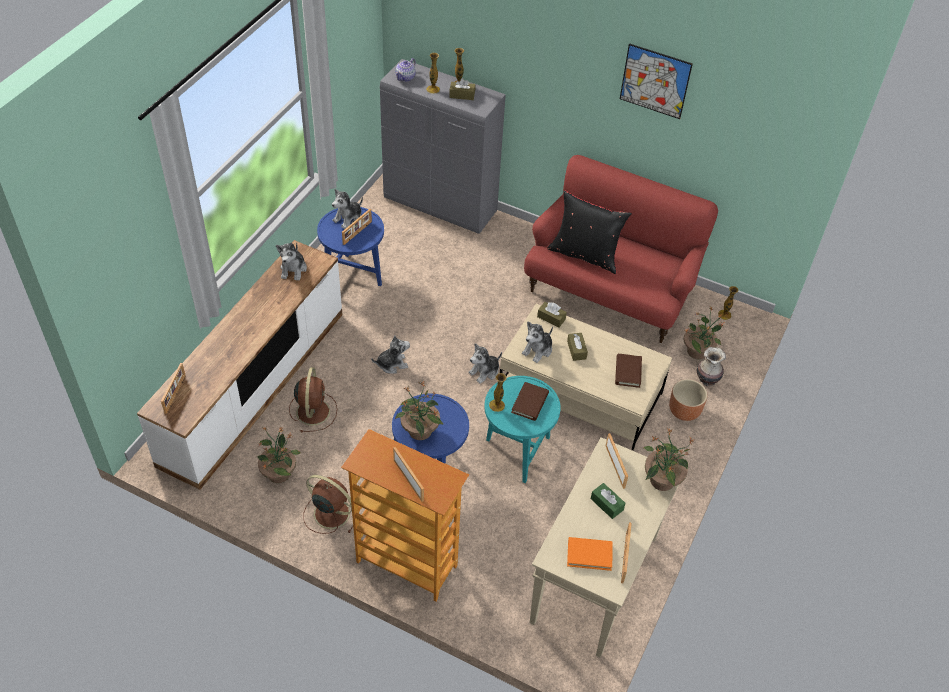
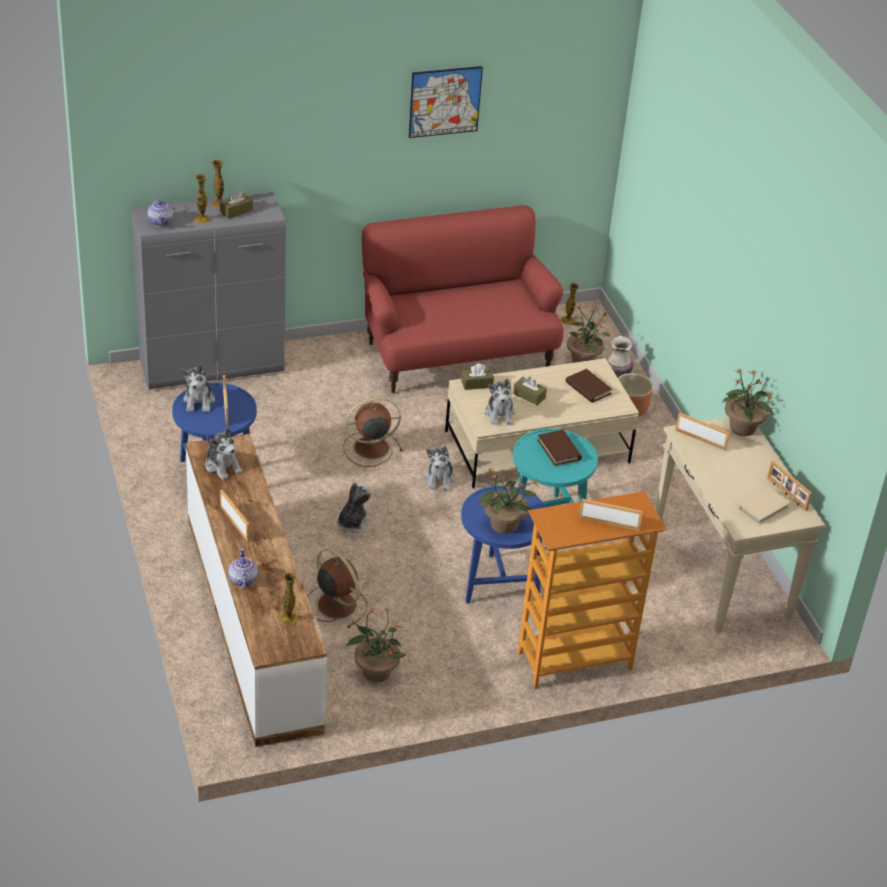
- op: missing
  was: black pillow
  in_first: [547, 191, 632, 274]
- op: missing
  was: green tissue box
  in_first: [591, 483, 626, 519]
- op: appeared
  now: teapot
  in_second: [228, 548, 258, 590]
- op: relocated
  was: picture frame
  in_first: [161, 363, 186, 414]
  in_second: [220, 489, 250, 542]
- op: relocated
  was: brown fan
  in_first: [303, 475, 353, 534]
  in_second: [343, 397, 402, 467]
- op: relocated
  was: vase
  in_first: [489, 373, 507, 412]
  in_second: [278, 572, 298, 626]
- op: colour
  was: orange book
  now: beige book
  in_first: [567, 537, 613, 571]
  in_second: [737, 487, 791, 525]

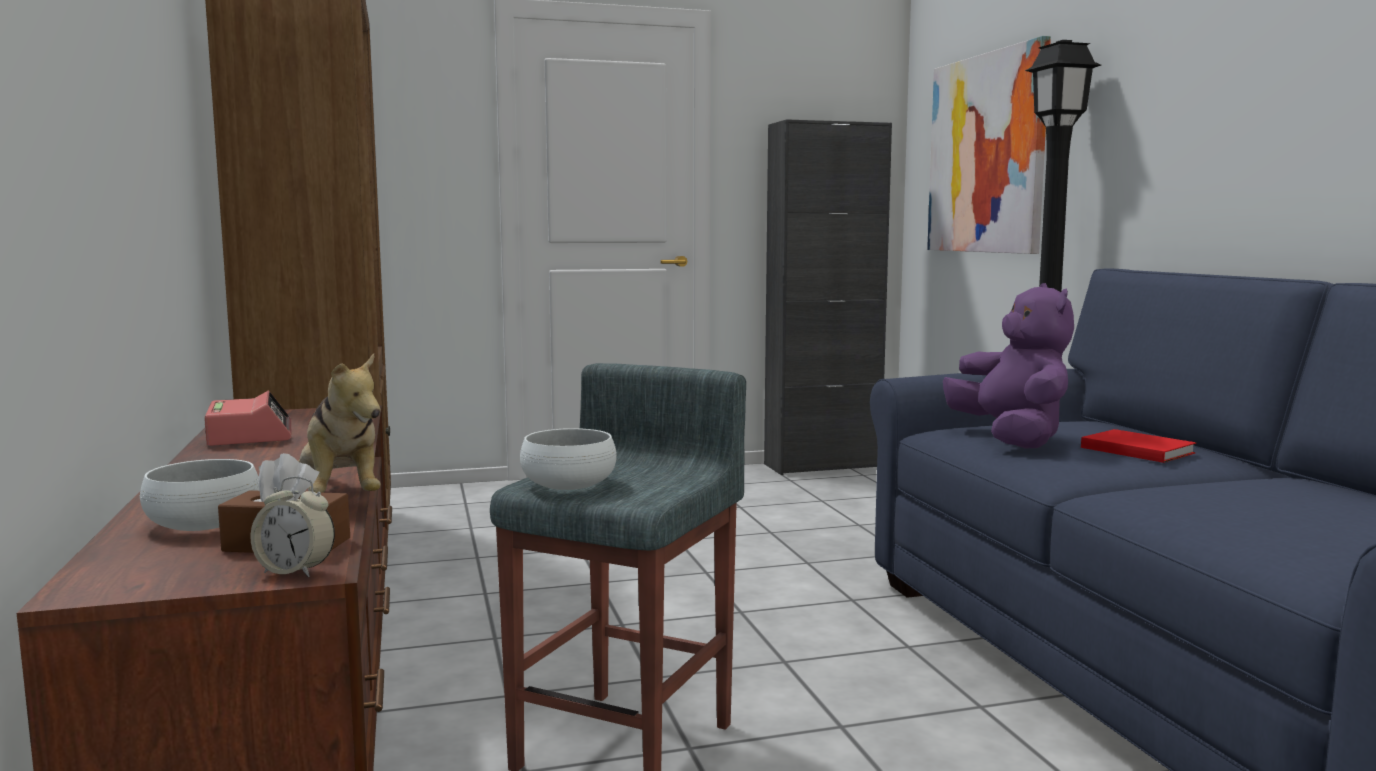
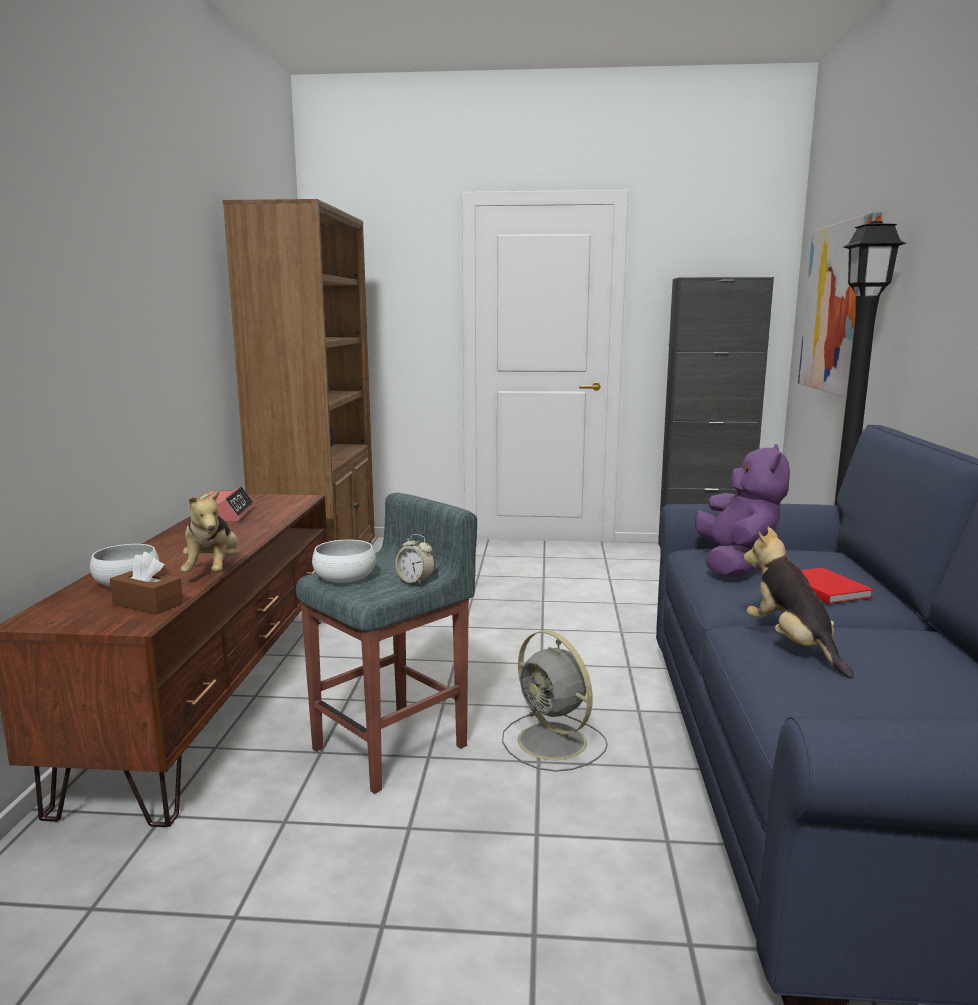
- op: appeared
  now: grey fan
  in_second: [502, 630, 608, 772]
- op: appeared
  now: plush toy
  in_second: [744, 527, 853, 678]
- op: relocated
  was: alarm clock
  in_first: [250, 476, 335, 577]
  in_second: [395, 534, 435, 585]

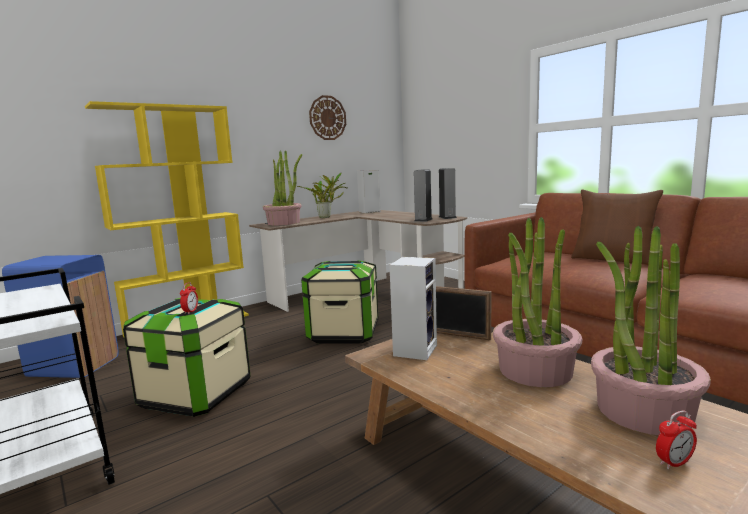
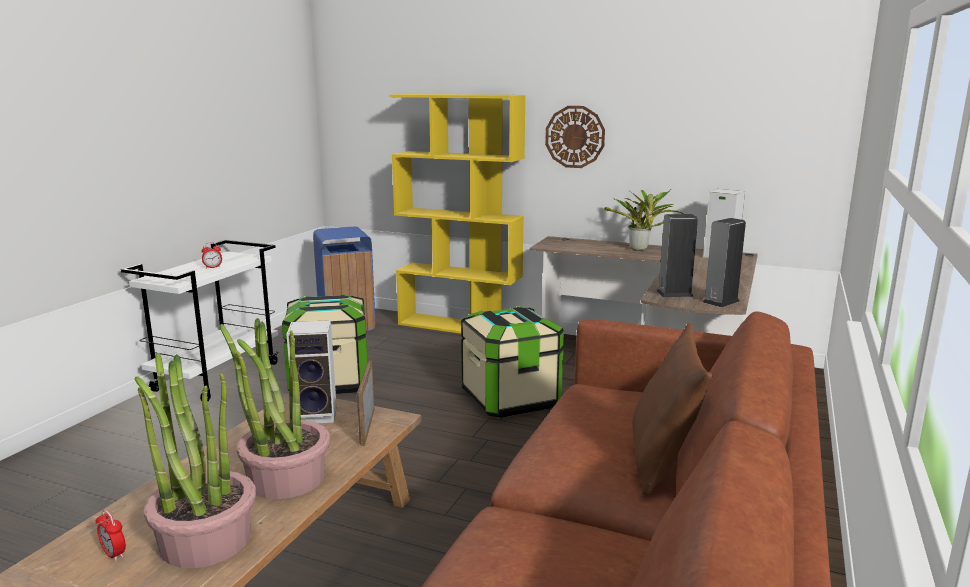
- op: missing
  was: potted plant
  in_first: [263, 150, 302, 225]
- op: relocated
  was: alarm clock
  in_first: [180, 282, 198, 314]
  in_second: [201, 243, 222, 269]
- op: relocated
  was: wall clock
  in_first: [309, 95, 346, 140]
  in_second: [545, 106, 605, 168]

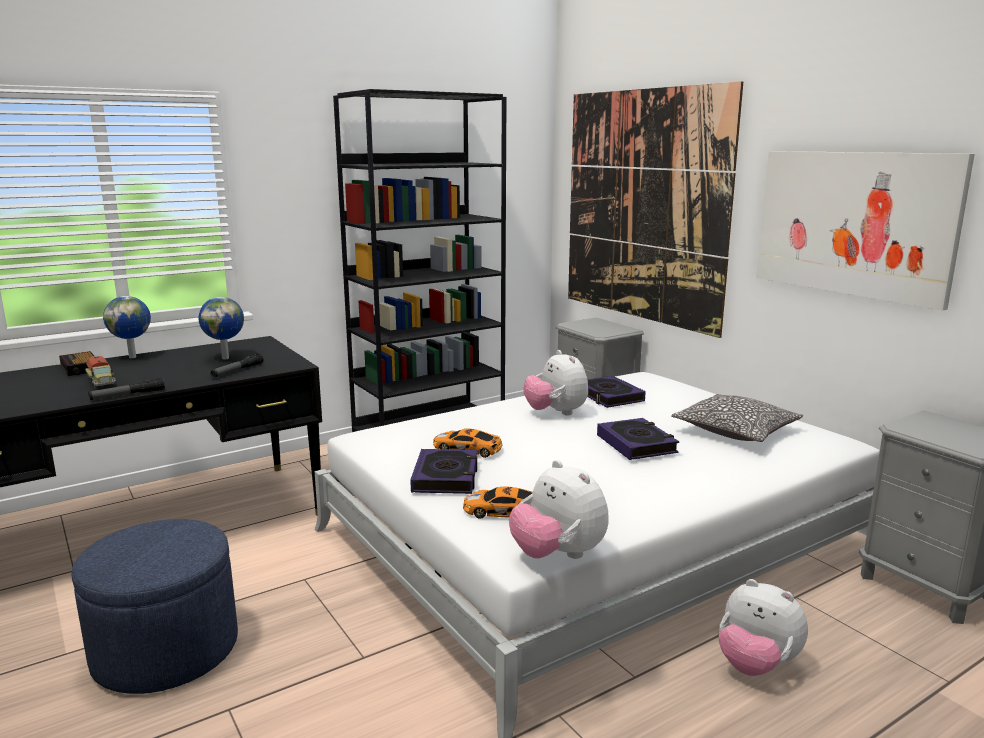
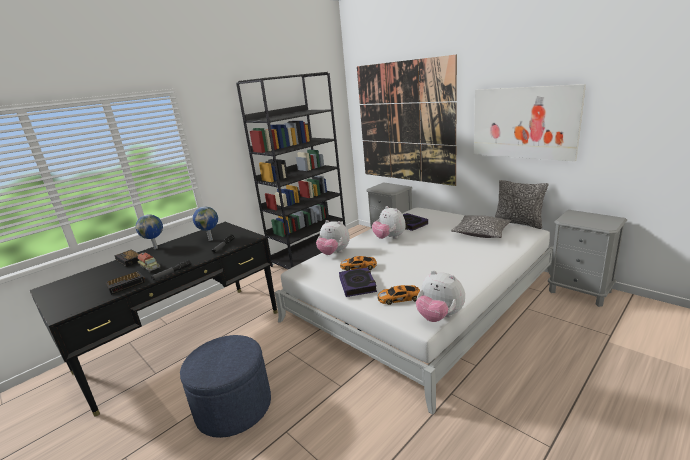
- op: missing
  was: book
  in_first: [597, 418, 679, 460]
- op: appeared
  now: alarm clock
  in_second: [106, 271, 145, 295]
- op: appeared
  now: pillow
  in_second: [495, 180, 549, 229]
- op: relocated
  was: plush toy
  in_first: [719, 579, 808, 676]
  in_second: [316, 220, 350, 255]

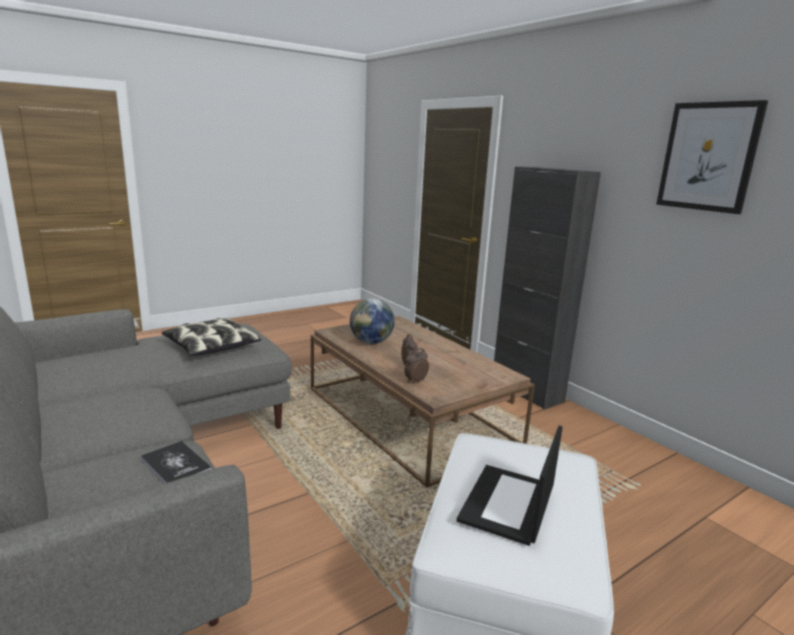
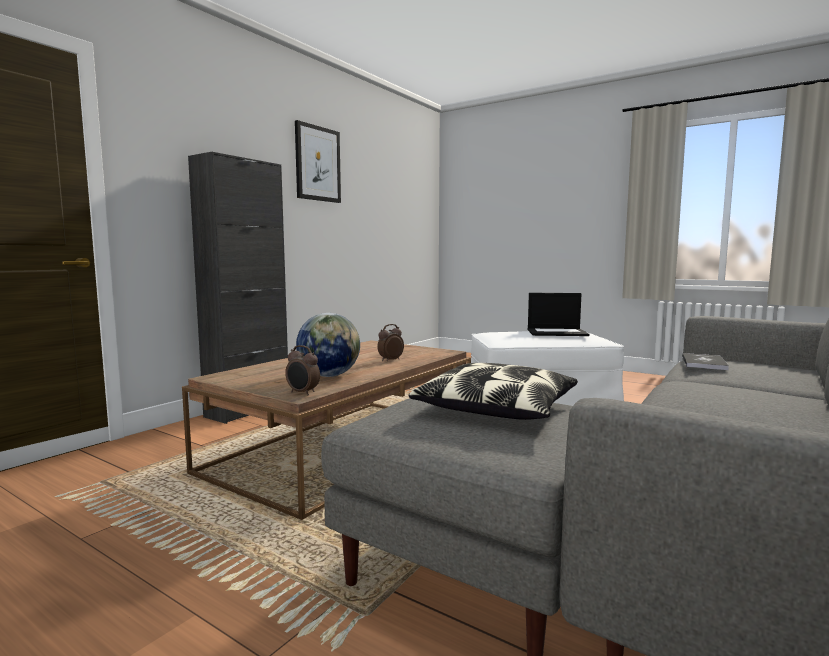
- op: relocated
  was: alarm clock
  in_first: [404, 348, 429, 384]
  in_second: [285, 345, 320, 395]

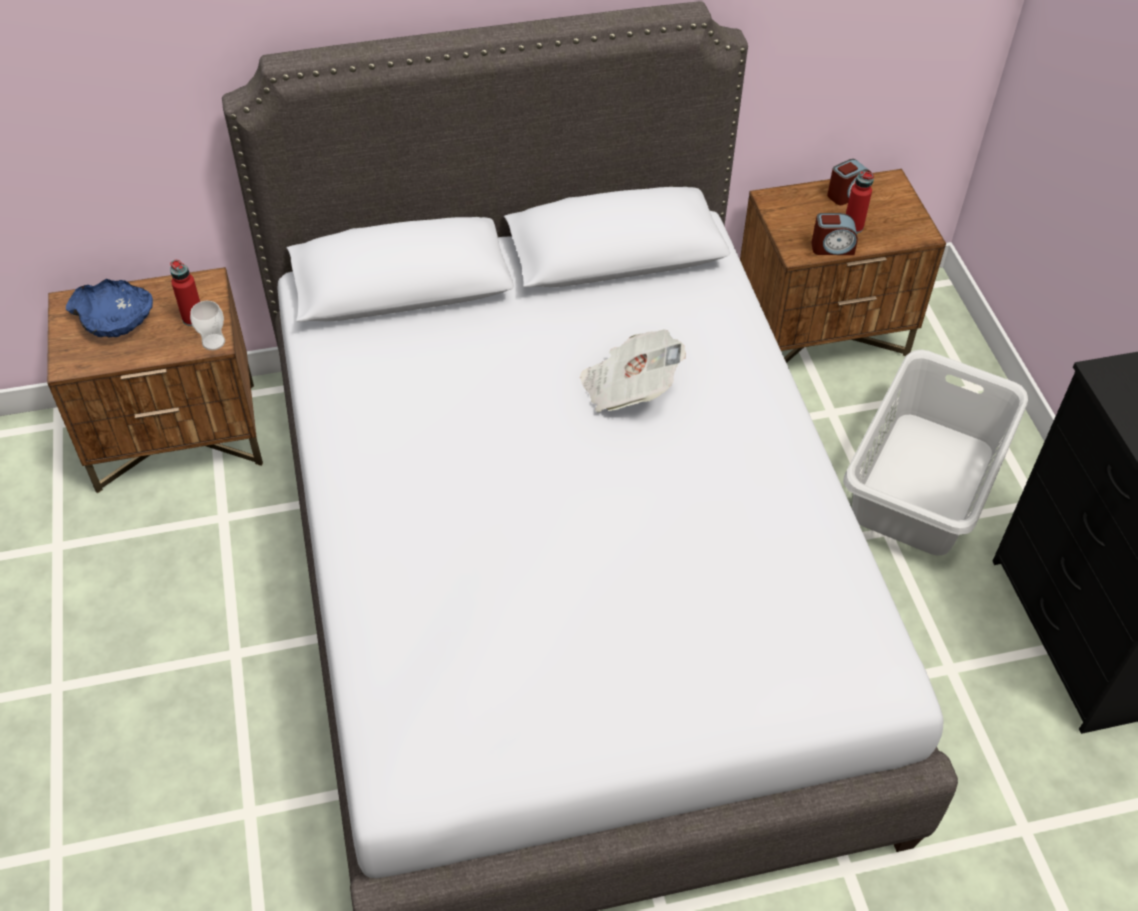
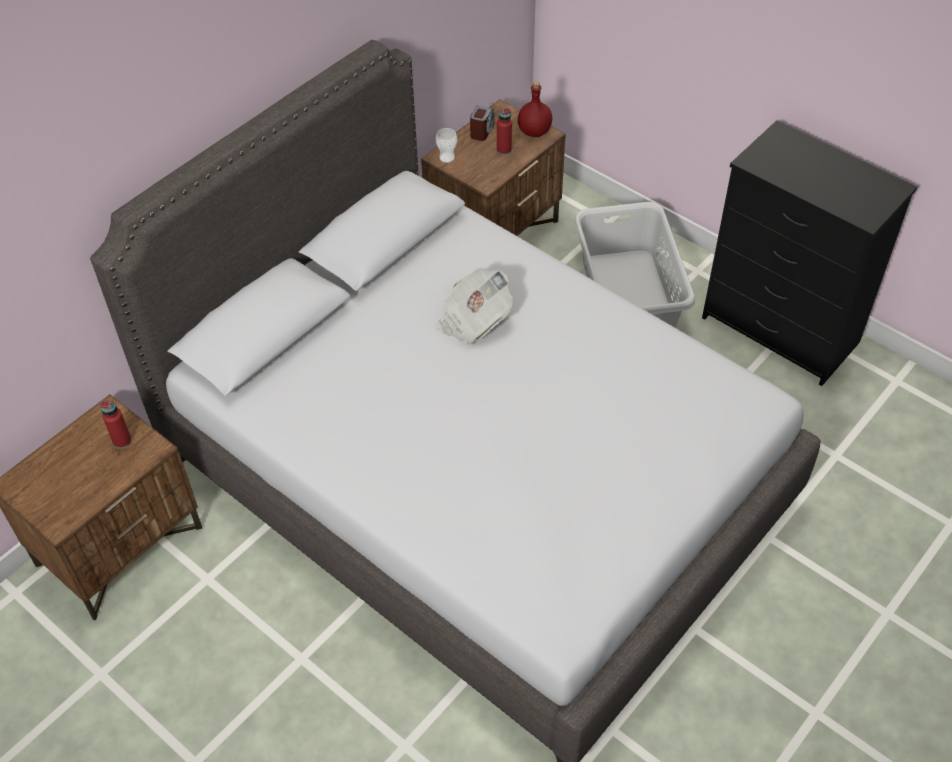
- op: missing
  was: blue bowl
  in_first: [66, 279, 153, 337]
- op: missing
  was: alarm clock
  in_first: [812, 213, 858, 255]
- op: appeared
  now: red bottle
  in_second: [518, 81, 552, 137]
- op: relocated
  was: cup
  in_first: [190, 301, 225, 350]
  in_second: [436, 128, 457, 163]

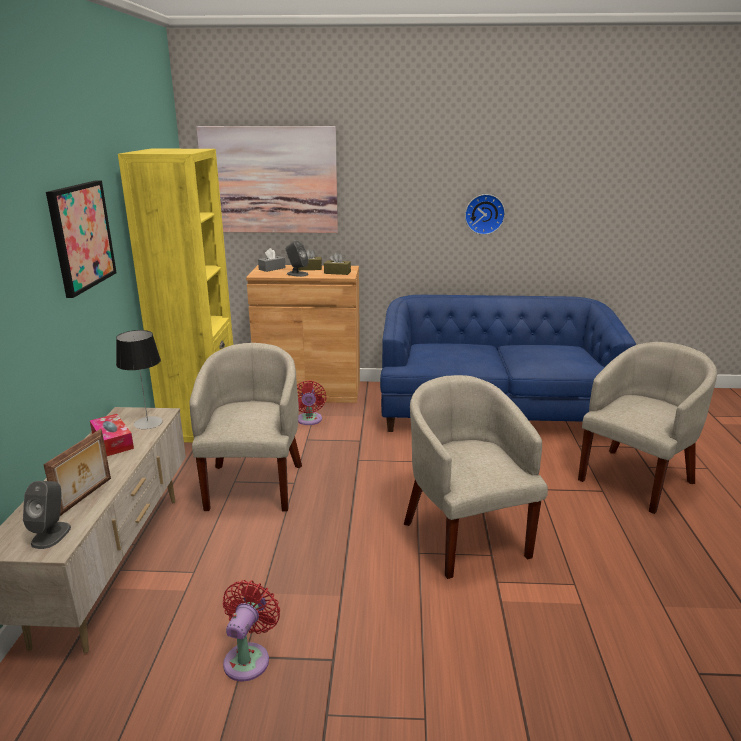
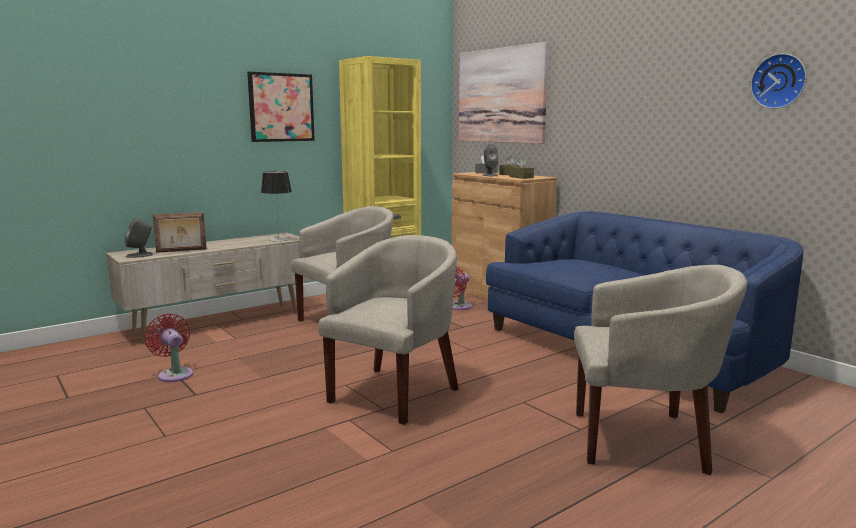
- op: missing
  was: tissue box
  in_first: [90, 414, 134, 456]
- op: relocated
  was: wall clock
  in_first: [465, 194, 505, 235]
  in_second: [750, 53, 806, 109]
- op: spun
  was: red fan
  in_first: [223, 580, 280, 681]
  in_second: [144, 314, 193, 382]
  clockwise: -105

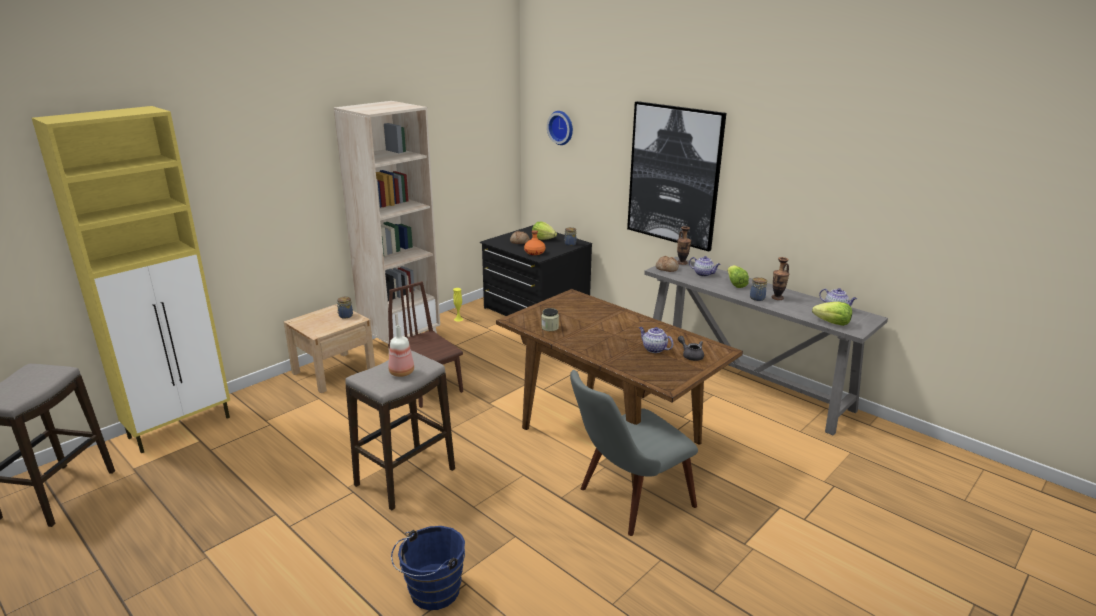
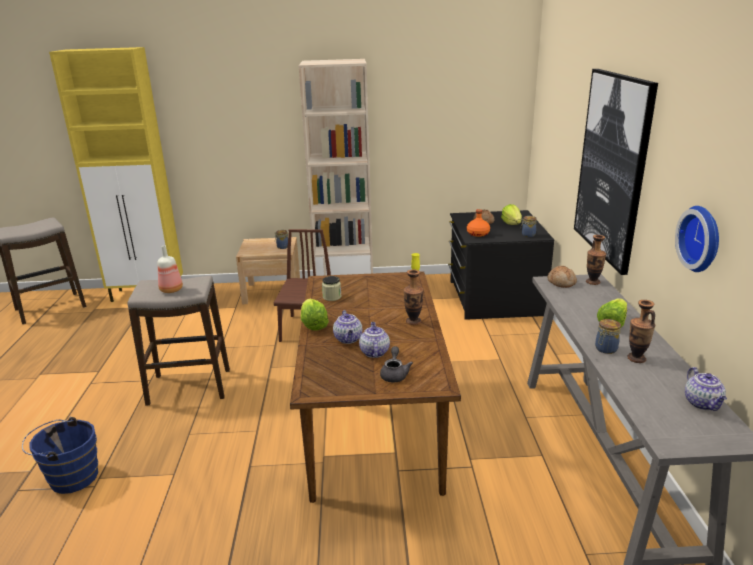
- op: missing
  was: grey chair
  in_first: [570, 370, 698, 536]
- op: appeared
  now: vase
  in_second: [404, 269, 424, 325]
- op: relocated
  was: wall clock
  in_first: [547, 111, 573, 145]
  in_second: [675, 206, 719, 272]
- op: relocated
  was: teapot
  in_first: [689, 256, 721, 277]
  in_second: [333, 310, 363, 344]
- op: relocated
  was: lettuce
  in_first: [812, 302, 852, 326]
  in_second: [301, 298, 329, 331]

